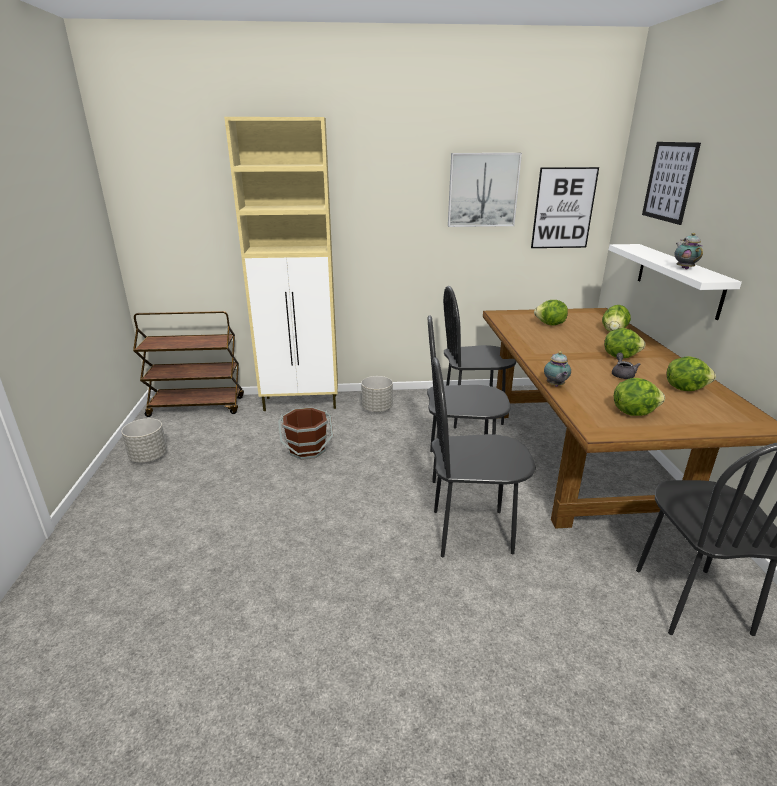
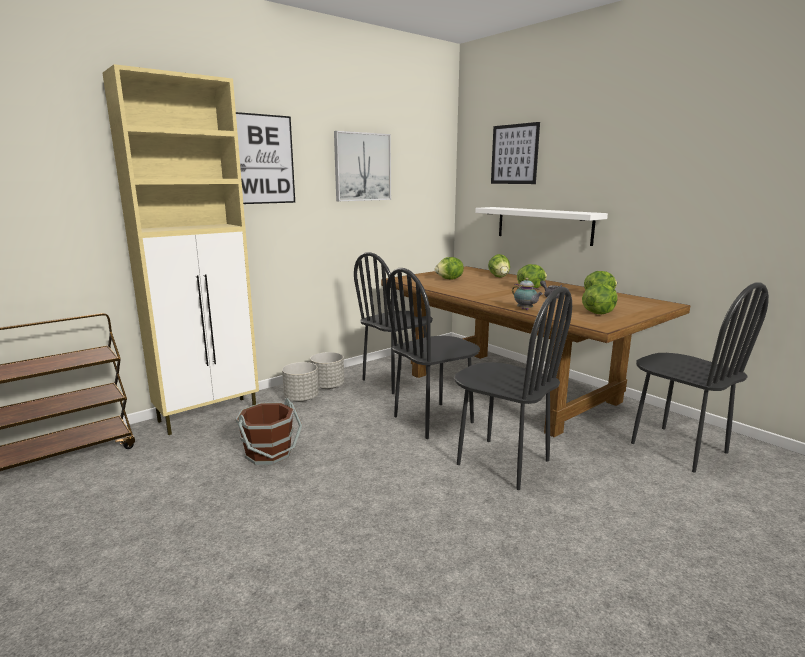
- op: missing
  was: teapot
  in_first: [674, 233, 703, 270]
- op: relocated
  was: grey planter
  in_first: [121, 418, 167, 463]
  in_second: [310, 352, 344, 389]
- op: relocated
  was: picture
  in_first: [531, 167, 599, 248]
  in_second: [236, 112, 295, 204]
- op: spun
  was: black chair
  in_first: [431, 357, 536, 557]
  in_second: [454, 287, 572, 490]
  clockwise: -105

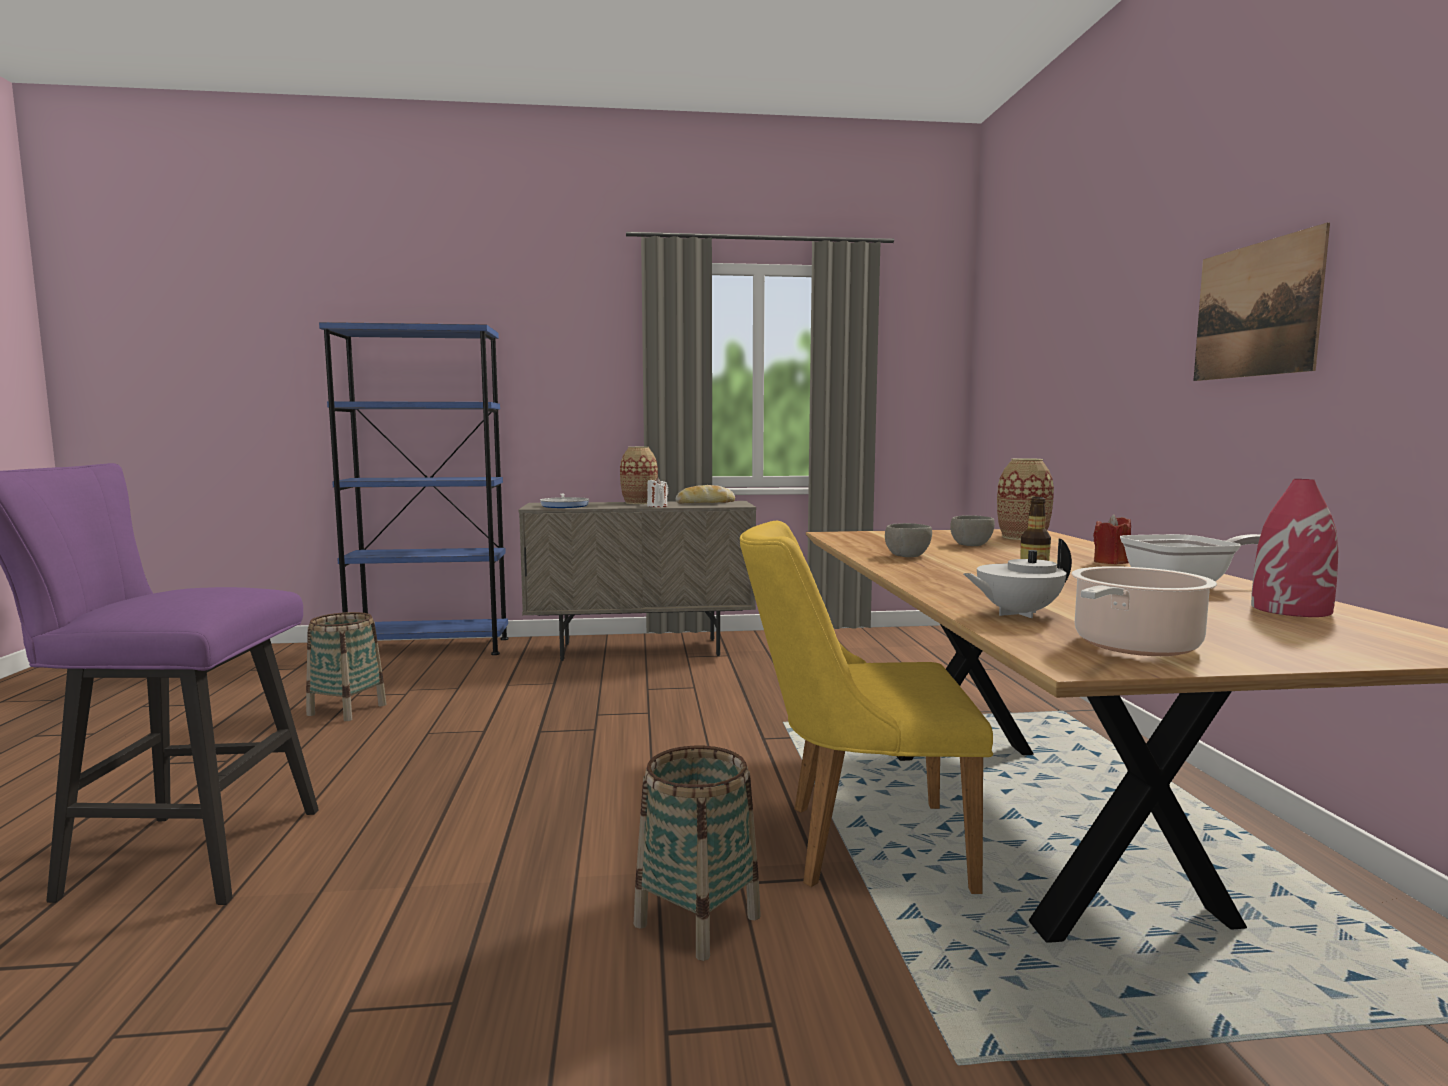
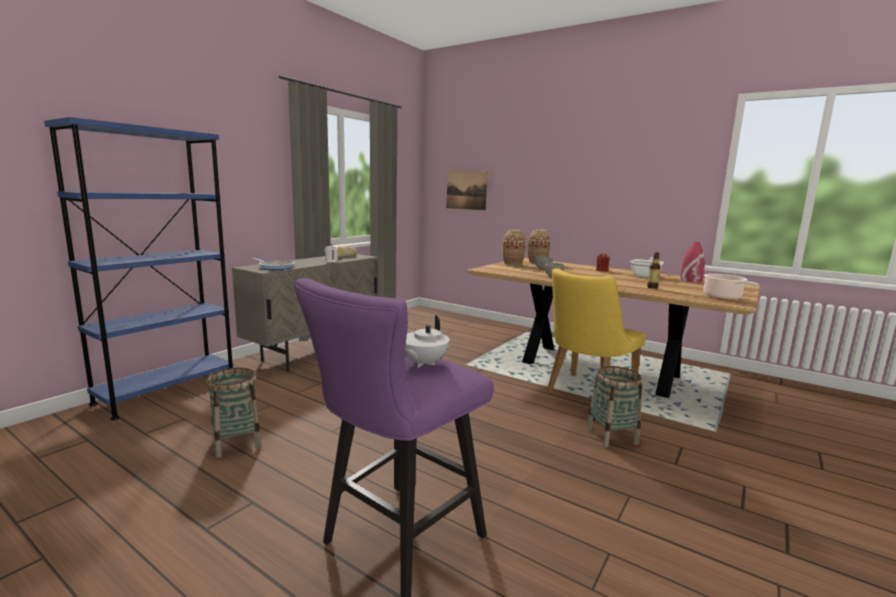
- op: relocated
  was: vase
  in_first: [620, 447, 658, 504]
  in_second: [502, 230, 526, 266]
- op: relocated
  was: white teapot
  in_first: [964, 539, 1072, 618]
  in_second: [405, 315, 450, 368]
- op: relocated
  was: picture
  in_first: [1193, 223, 1330, 381]
  in_second: [447, 171, 488, 210]

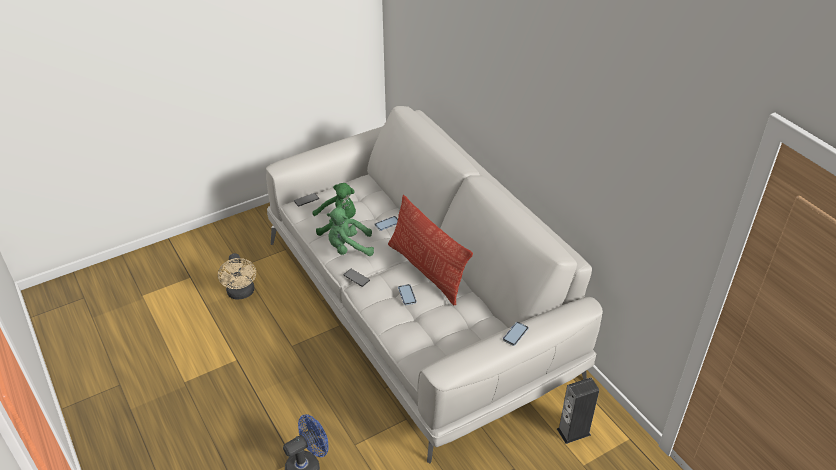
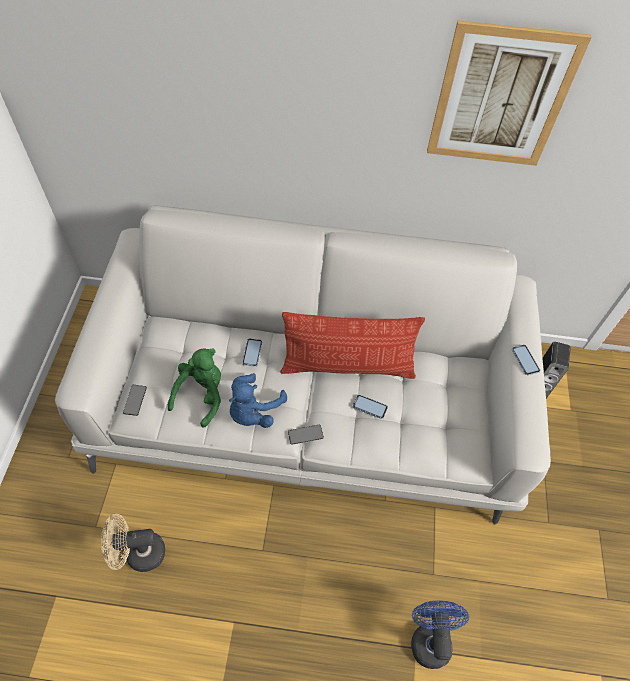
- op: appeared
  now: picture
  in_second: [427, 20, 591, 166]
- op: colour
  was: green plush toy
  now: blue plush toy
  in_first: [327, 207, 374, 256]
  in_second: [229, 373, 287, 428]
- op: spun
  was: beige fan
  in_first: [218, 253, 256, 300]
  in_second: [101, 514, 165, 572]
  clockwise: 150

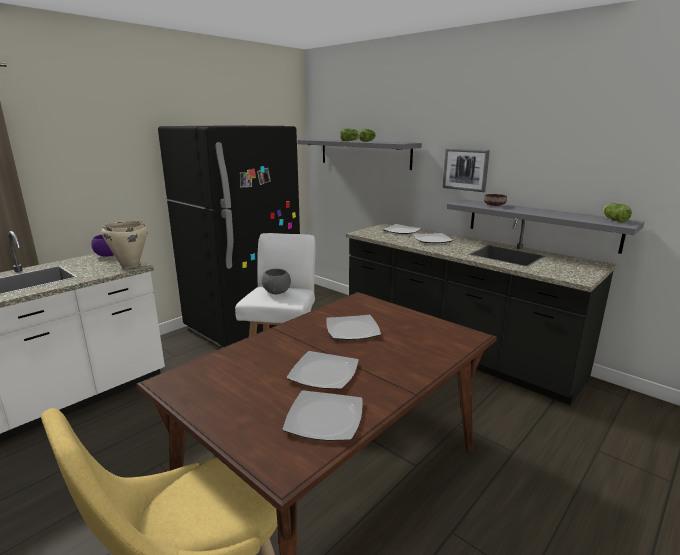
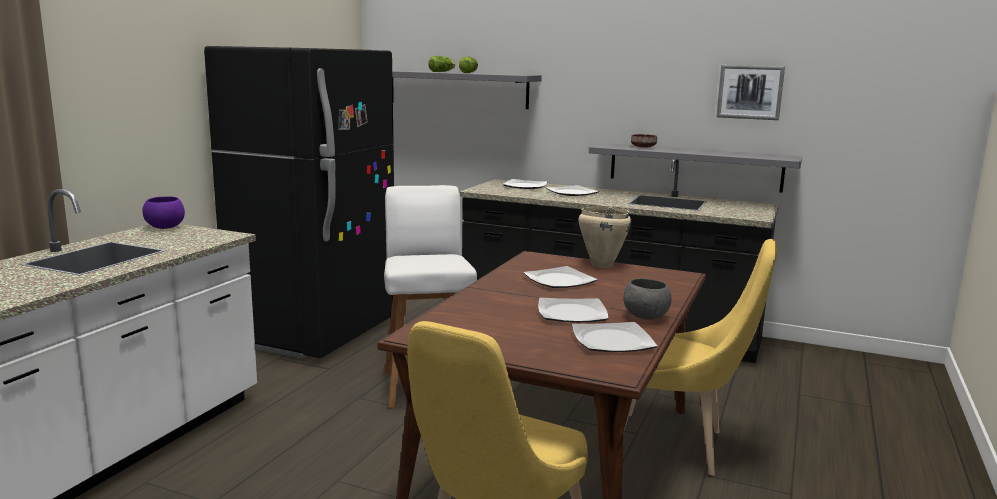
- op: missing
  was: lettuce
  in_first: [603, 203, 632, 222]
- op: appeared
  now: yellow chair
  in_second: [623, 239, 777, 476]
- op: relocated
  was: beige cooking pot
  in_first: [101, 221, 148, 268]
  in_second: [579, 206, 631, 268]
- op: relocated
  was: grey bowl
  in_first: [262, 269, 291, 294]
  in_second: [623, 279, 672, 320]
- op: relocated
  was: picture
  in_first: [443, 148, 490, 192]
  in_second: [717, 65, 785, 120]

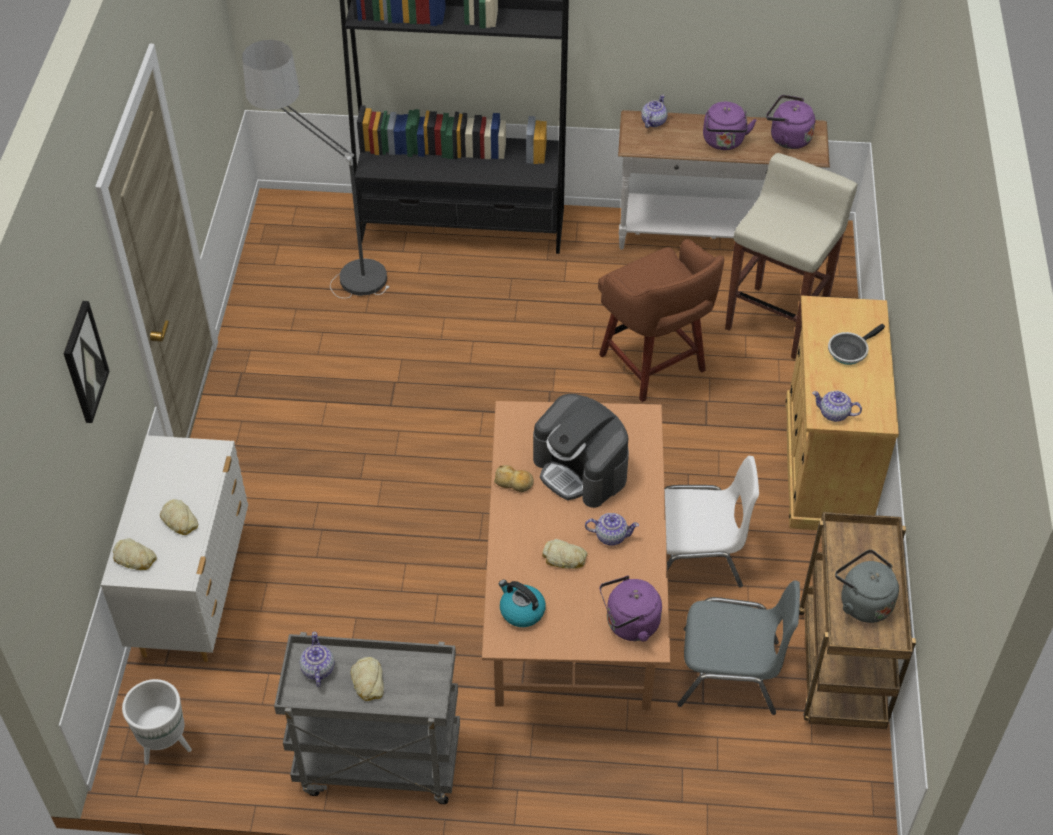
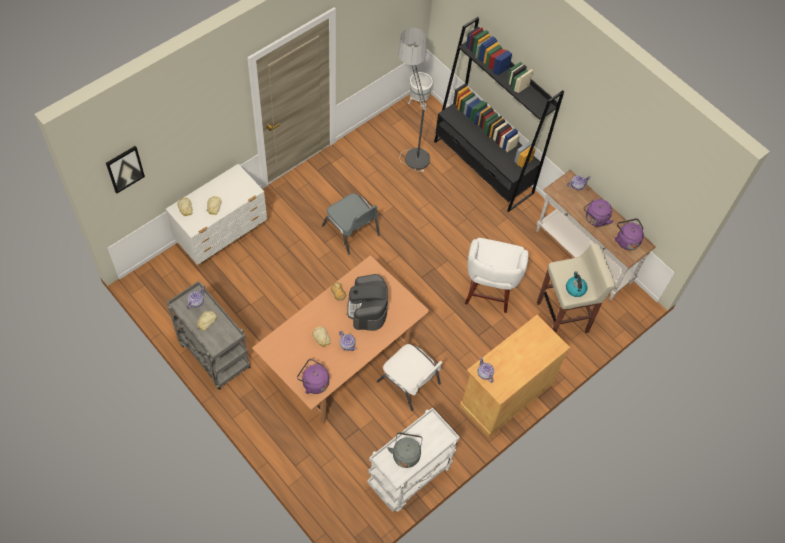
- op: missing
  was: frying pan
  in_first: [828, 324, 885, 365]
- op: relocated
  was: picture
  in_first: [63, 301, 110, 423]
  in_second: [106, 146, 145, 194]
- op: relocated
  was: white planter
  in_first: [122, 679, 192, 765]
  in_second: [408, 72, 433, 111]
- op: relocated
  was: kettle
  in_first: [499, 580, 546, 627]
  in_second: [566, 271, 587, 297]
- op: relocated
  was: grey chair
  in_first: [677, 580, 800, 715]
  in_second: [322, 193, 380, 255]
- op: colour
  was: brown stool
  now: white stool
  in_first: [598, 239, 724, 402]
  in_second: [465, 238, 529, 313]
- op: colour
  was: brown cart
  now: white cart
  in_first: [799, 512, 916, 729]
  in_second: [367, 407, 460, 512]

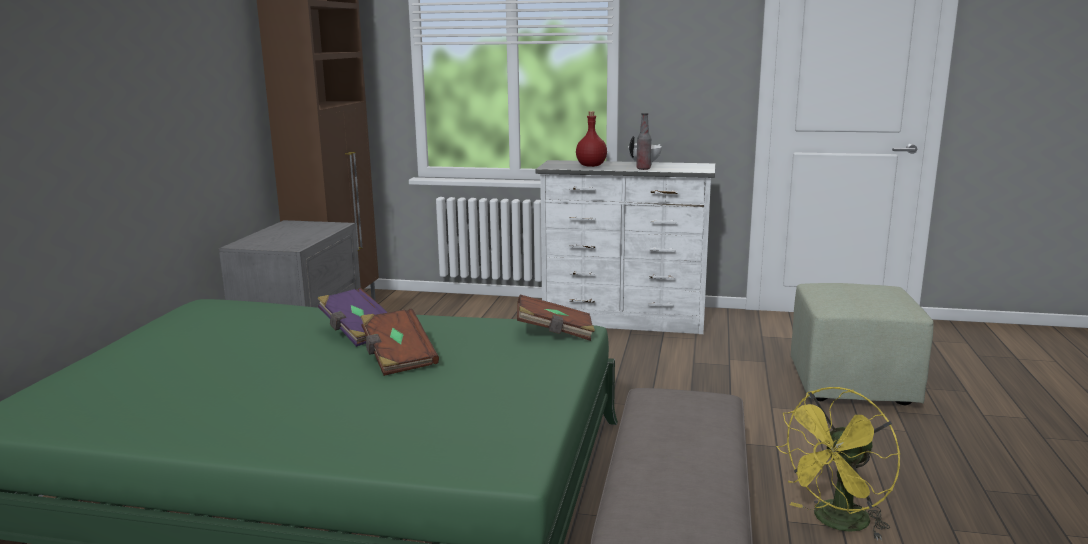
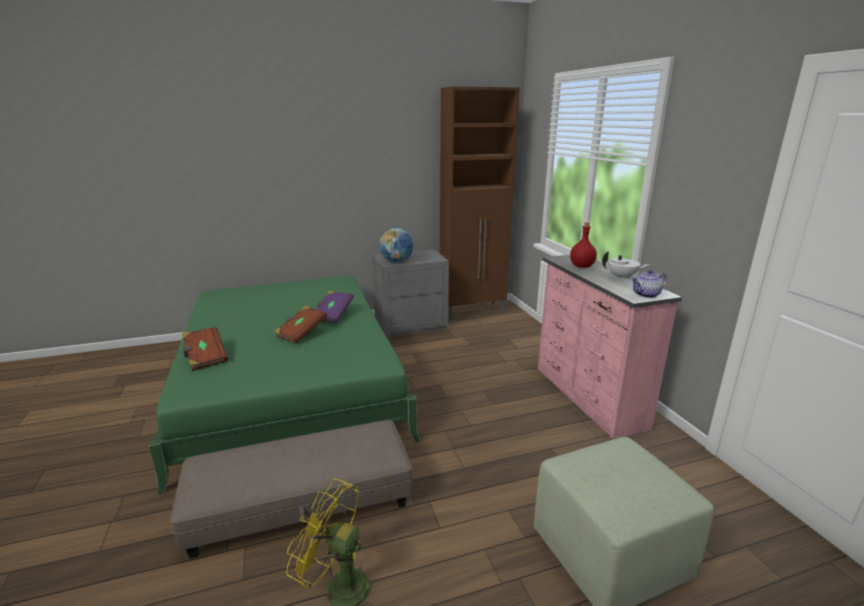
- op: missing
  was: bottle
  in_first: [636, 113, 651, 170]
- op: appeared
  now: globe
  in_second: [379, 228, 413, 263]
- op: appeared
  now: teapot
  in_second: [631, 270, 667, 298]
- op: relocated
  was: brown book
  in_first: [517, 295, 595, 341]
  in_second: [182, 327, 228, 371]
- op: colour
  was: white dresser
  now: pink dresser
  in_first: [536, 160, 715, 334]
  in_second: [538, 255, 682, 439]

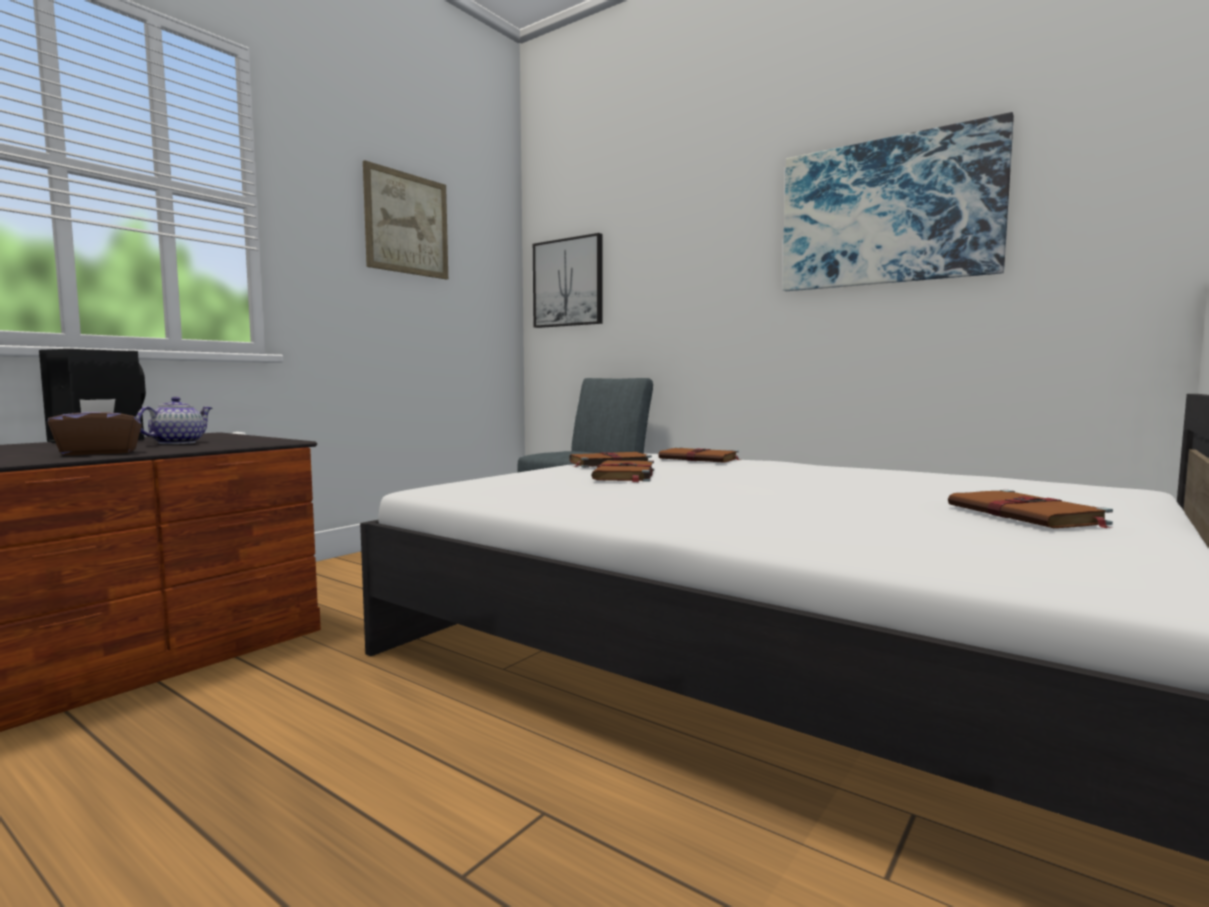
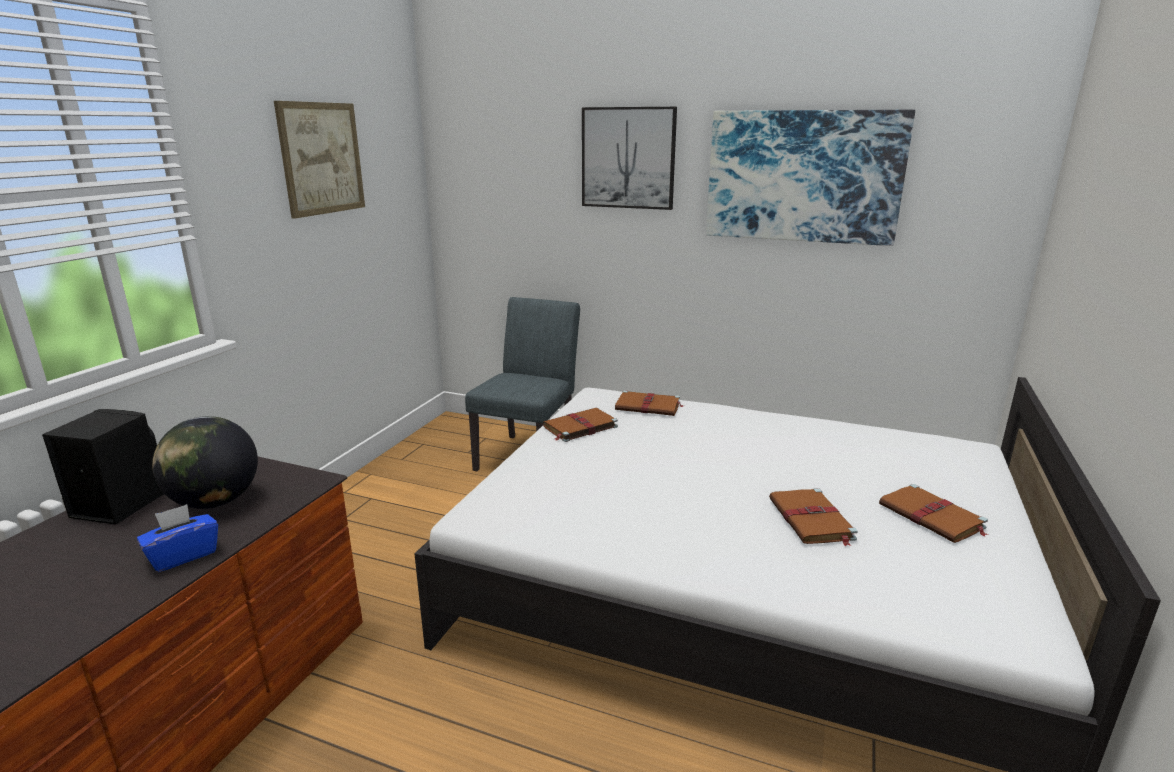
- op: relocated
  was: picture
  in_first: [533, 233, 603, 328]
  in_second: [582, 107, 677, 210]
- op: relocated
  was: brown book
  in_first: [591, 460, 654, 482]
  in_second: [769, 488, 858, 546]
- op: exchanged
  was: teapot
  now: globe
  in_first: [136, 397, 212, 444]
  in_second: [152, 416, 258, 509]
- op: colour
  was: brown tissue box
  now: blue tissue box
  in_first: [48, 399, 142, 455]
  in_second: [137, 504, 218, 572]

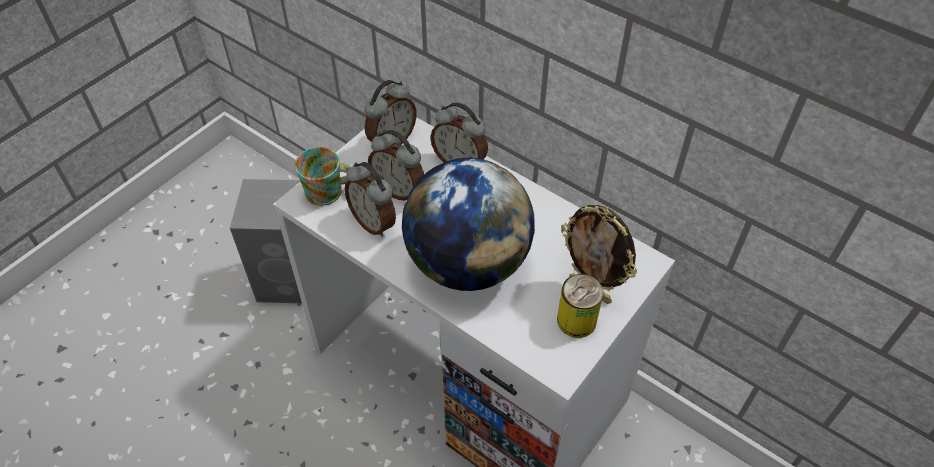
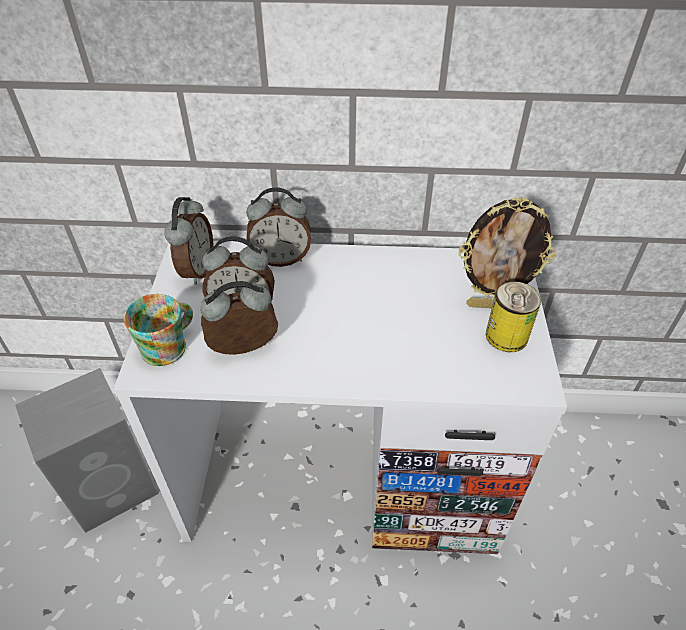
- op: missing
  was: globe
  in_first: [402, 158, 535, 291]
- op: spun
  was: alarm clock
  in_first: [345, 162, 396, 237]
  in_second: [201, 281, 278, 355]
  clockwise: 150

